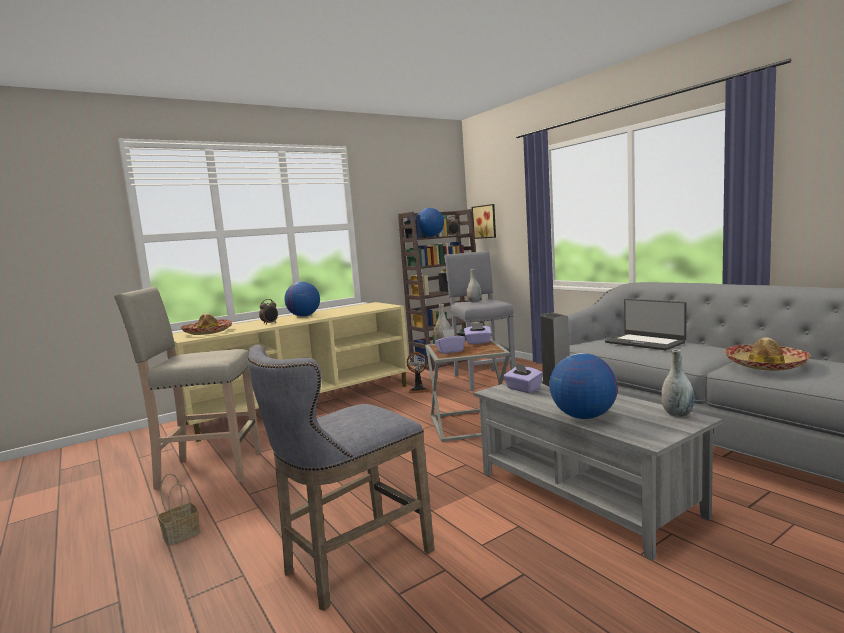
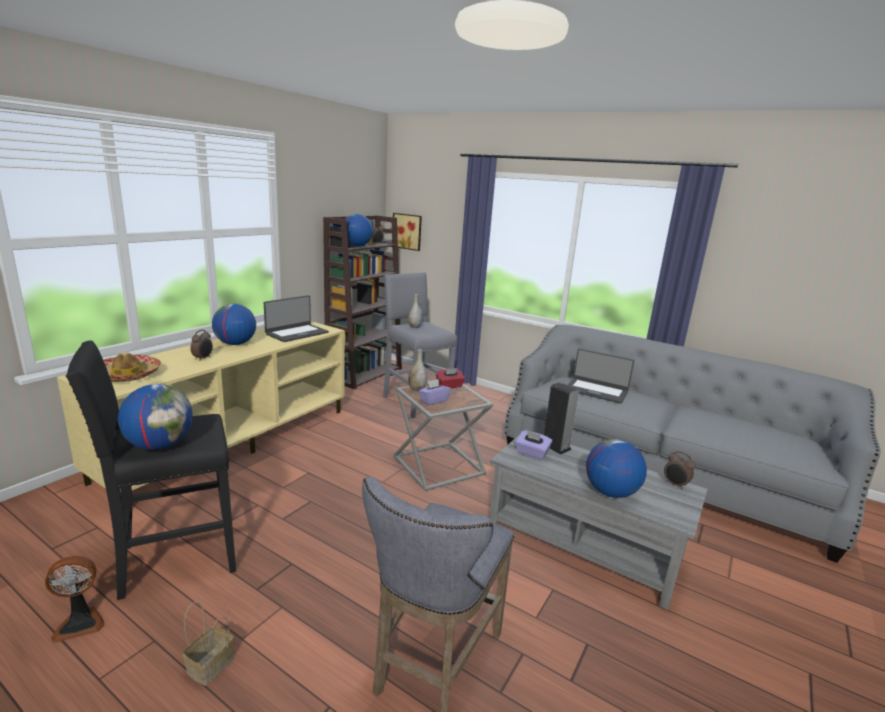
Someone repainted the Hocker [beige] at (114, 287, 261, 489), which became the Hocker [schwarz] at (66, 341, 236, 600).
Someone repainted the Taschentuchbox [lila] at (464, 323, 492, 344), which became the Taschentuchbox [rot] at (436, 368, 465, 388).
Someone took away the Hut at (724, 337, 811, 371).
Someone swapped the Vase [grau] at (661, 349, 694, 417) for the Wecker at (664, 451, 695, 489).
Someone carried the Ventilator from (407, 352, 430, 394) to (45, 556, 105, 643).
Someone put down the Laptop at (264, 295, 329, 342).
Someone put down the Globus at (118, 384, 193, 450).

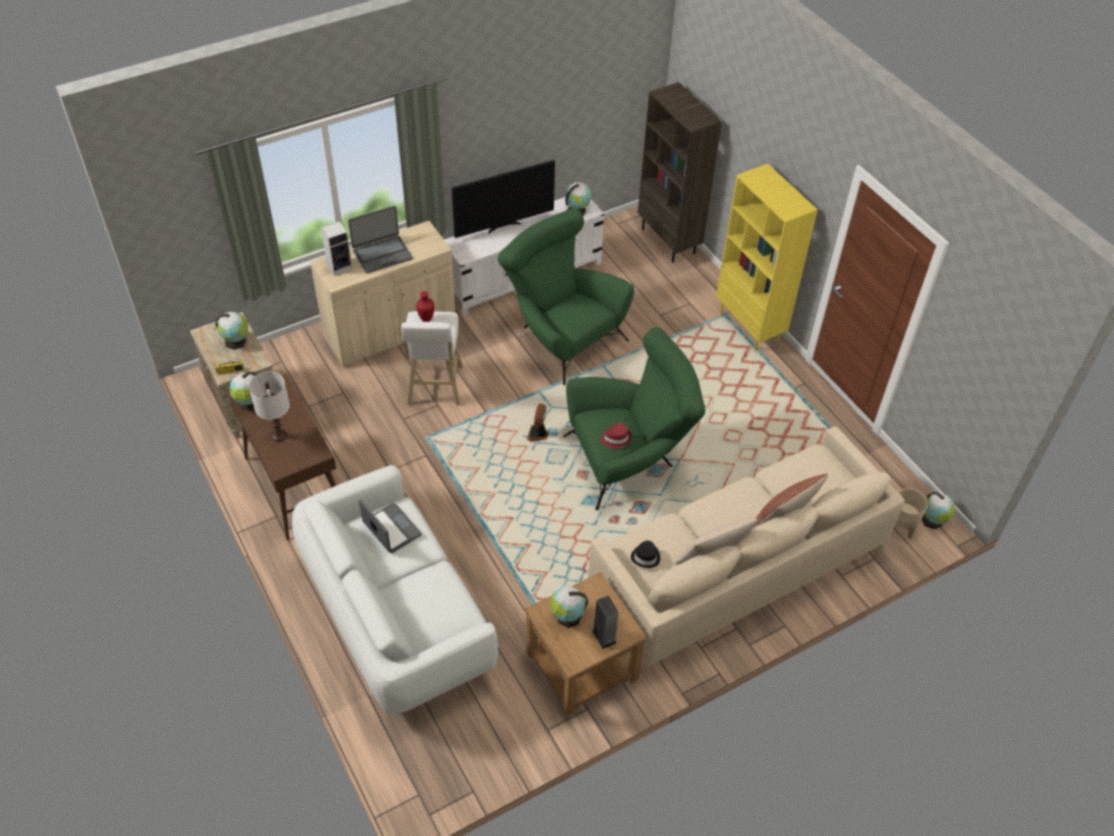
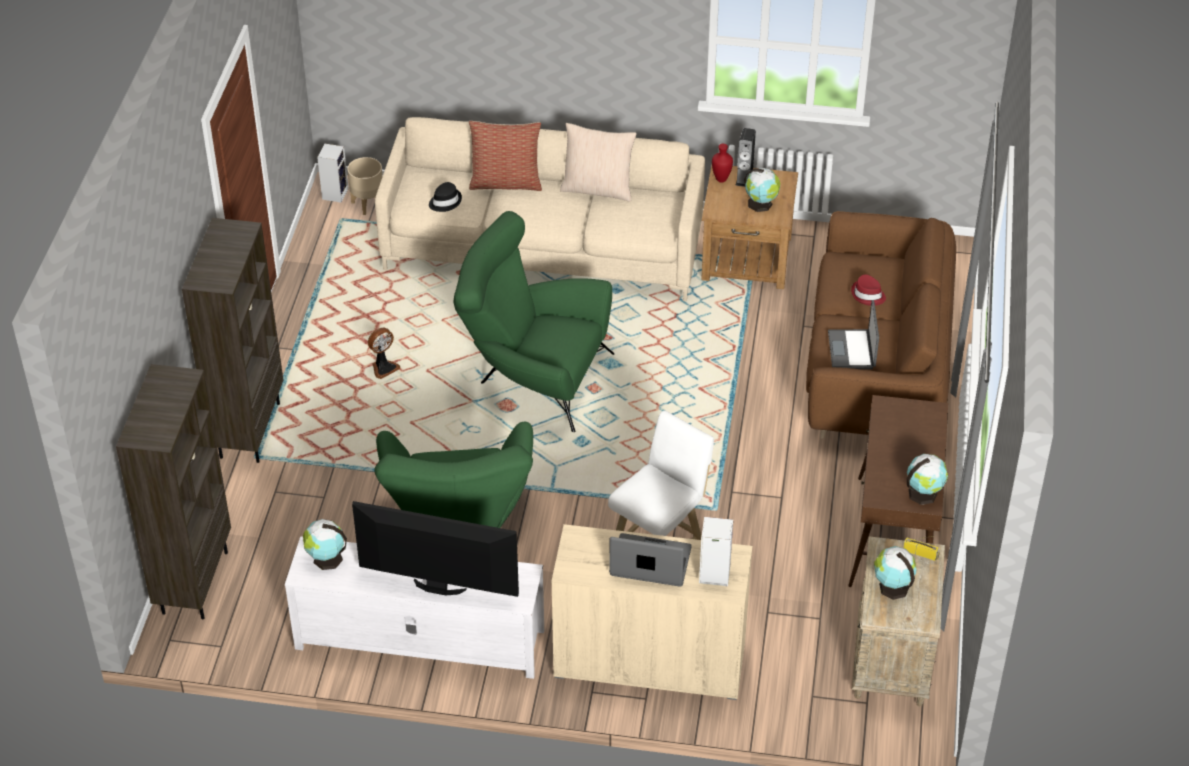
Someone repainted the Bücherregal [gelb] at (716, 164, 818, 350), which became the Bücherregal [braun] at (182, 218, 283, 463).
Someone carried the Vase [rot] from (416, 291, 434, 322) to (712, 144, 733, 183).
Someone took away the Tischlampe [weiß] at (249, 372, 290, 442).
Someone carried the Ventilator from (527, 404, 549, 442) to (368, 328, 400, 379).
Someone carried the Hut [rot] from (600, 423, 631, 449) to (851, 275, 886, 306).
Someone repainted the Sofa [weiß] at (292, 465, 498, 714), which became the Sofa [braun] at (806, 211, 956, 438).
Someone swapped the Globus at (922, 492, 955, 529) for the Lautsprecher at (317, 144, 349, 203).
Someone carried the Hut [schwarz] from (631, 541, 660, 568) to (429, 182, 462, 212).

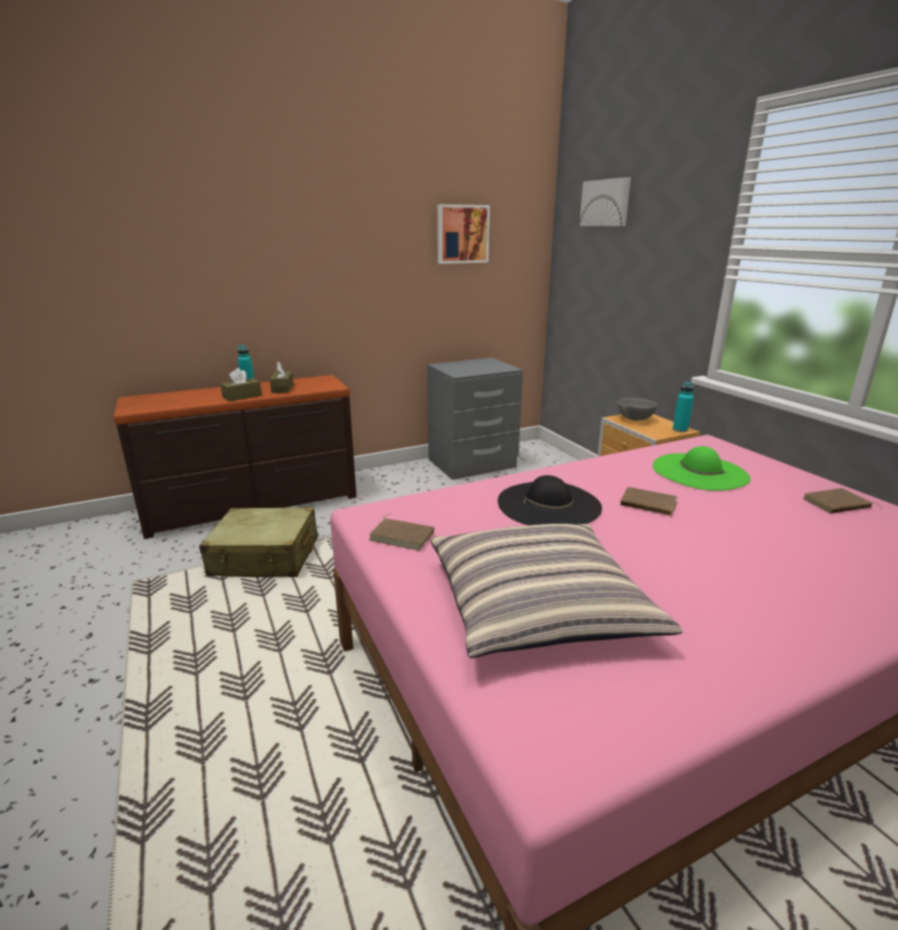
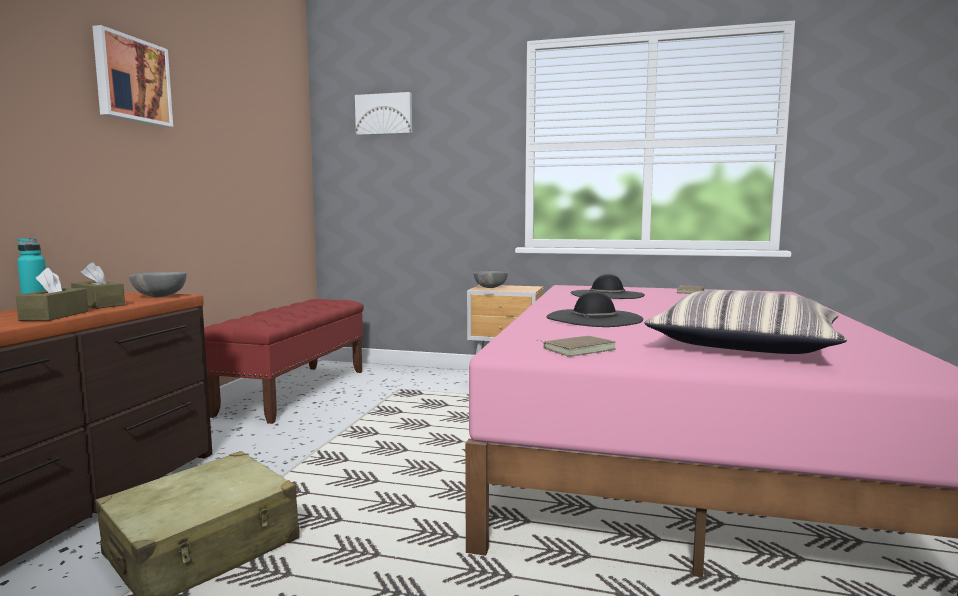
Someone carried the Bild from (437, 204, 490, 264) to (92, 25, 173, 127).
Someone swapped the Nachttisch [grau] at (427, 358, 523, 480) for the Bank [rot] at (204, 299, 364, 424).
Someone took away the Flasche [türkis] at (673, 382, 694, 432).
Someone repainted the Hut [grün] at (653, 446, 751, 491), which became the Hut [schwarz] at (570, 274, 645, 299).
Someone took away the Buch [braun] at (620, 487, 677, 517).
Someone put down the Schüssel [grau] at (129, 272, 186, 297).

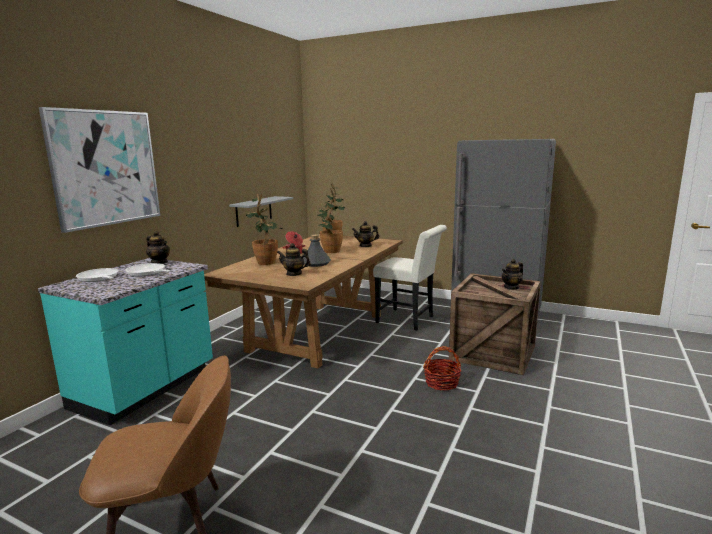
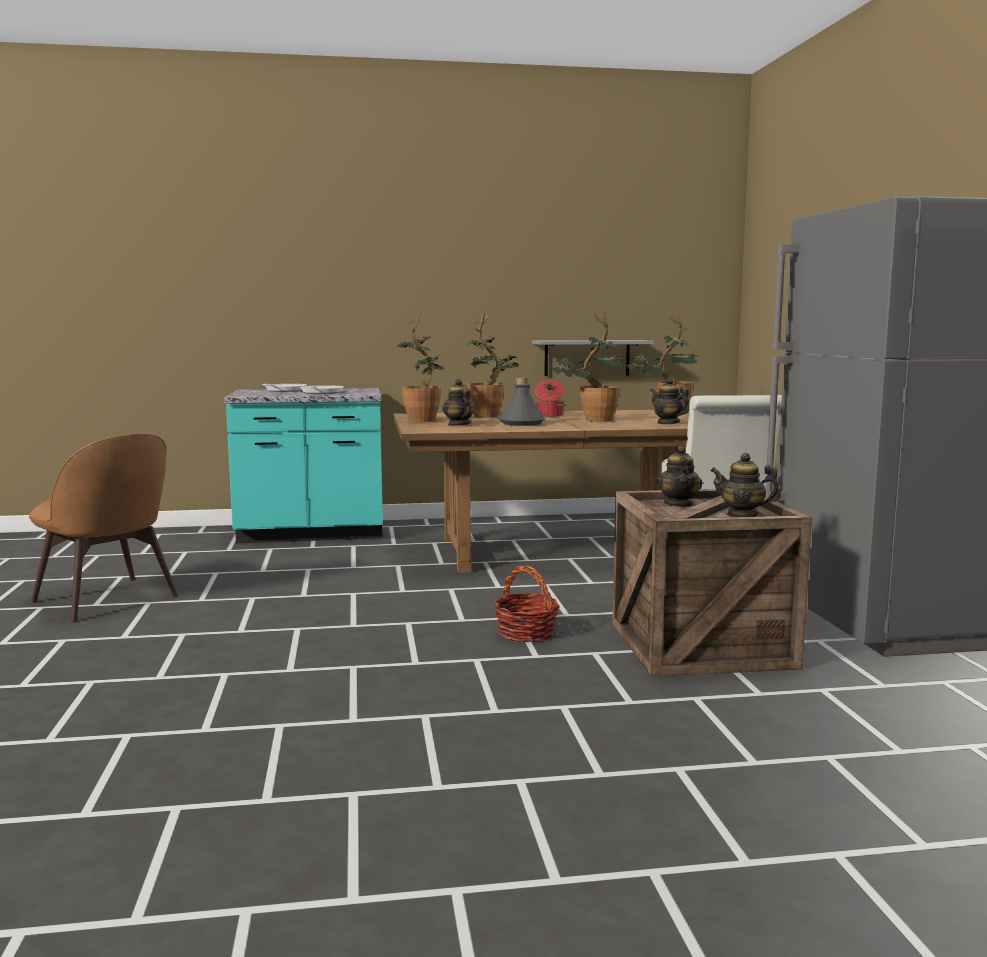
Someone took away the Bild at (39, 107, 160, 233).
Someone carried the Teekanne from (146, 231, 170, 264) to (657, 445, 702, 507).
Someone put down the Topfpflanze at (397, 313, 444, 422).

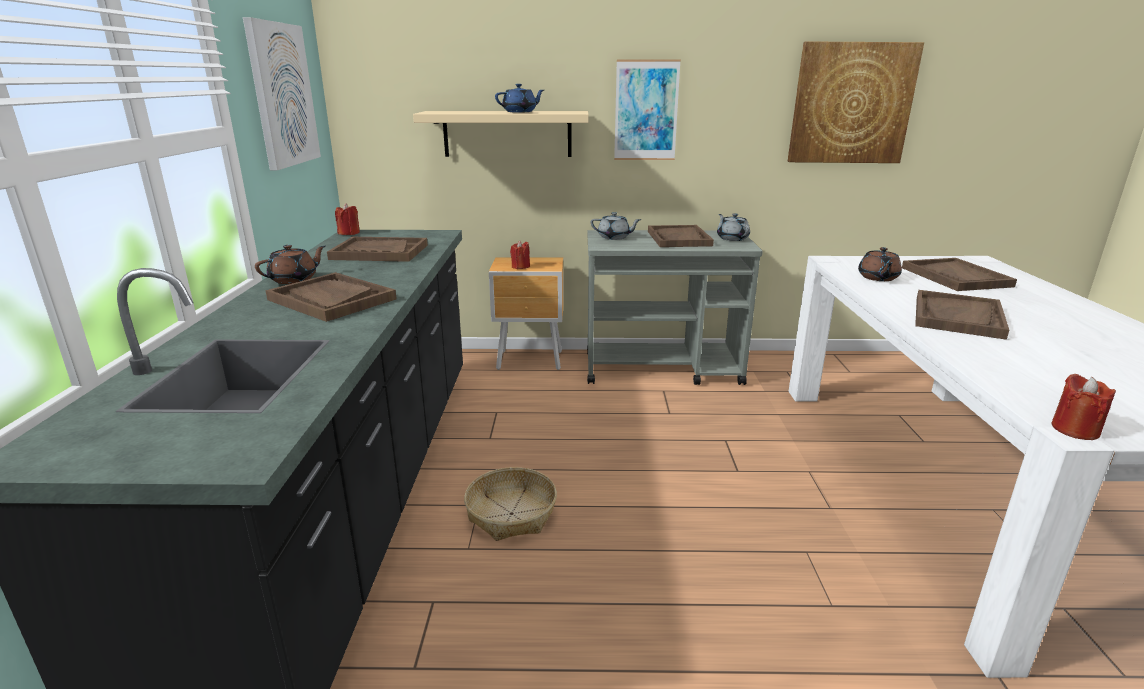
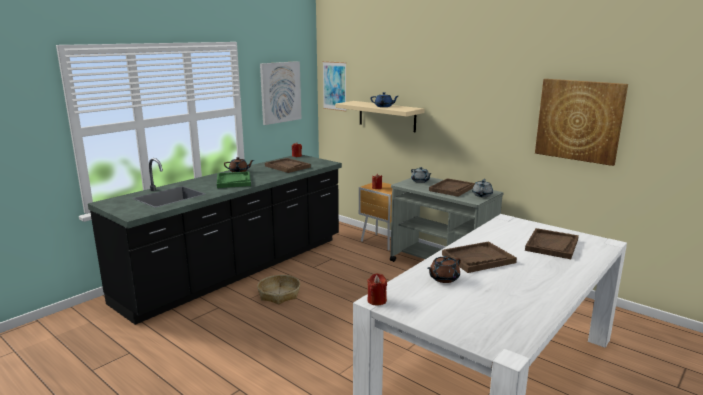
Someone carried the Bild from (614, 60, 681, 160) to (322, 61, 347, 111).
Someone carried the Teekanne [braun] from (858, 247, 902, 281) to (427, 256, 461, 283).
Someone repainted the Tablett [braun] at (266, 272, 397, 322), which became the Tablett [grün] at (217, 172, 251, 188).

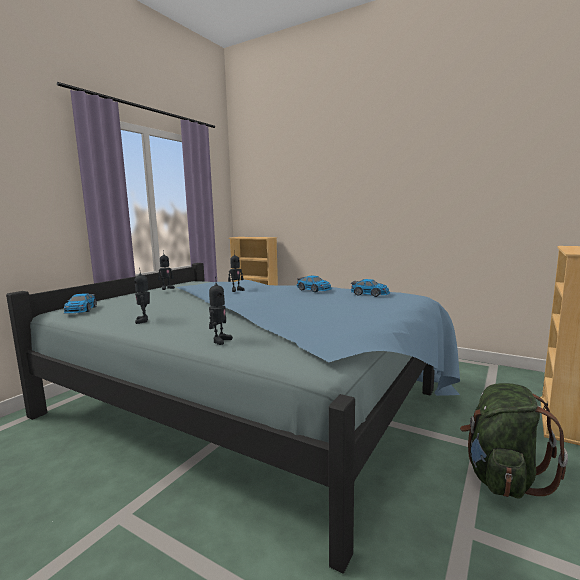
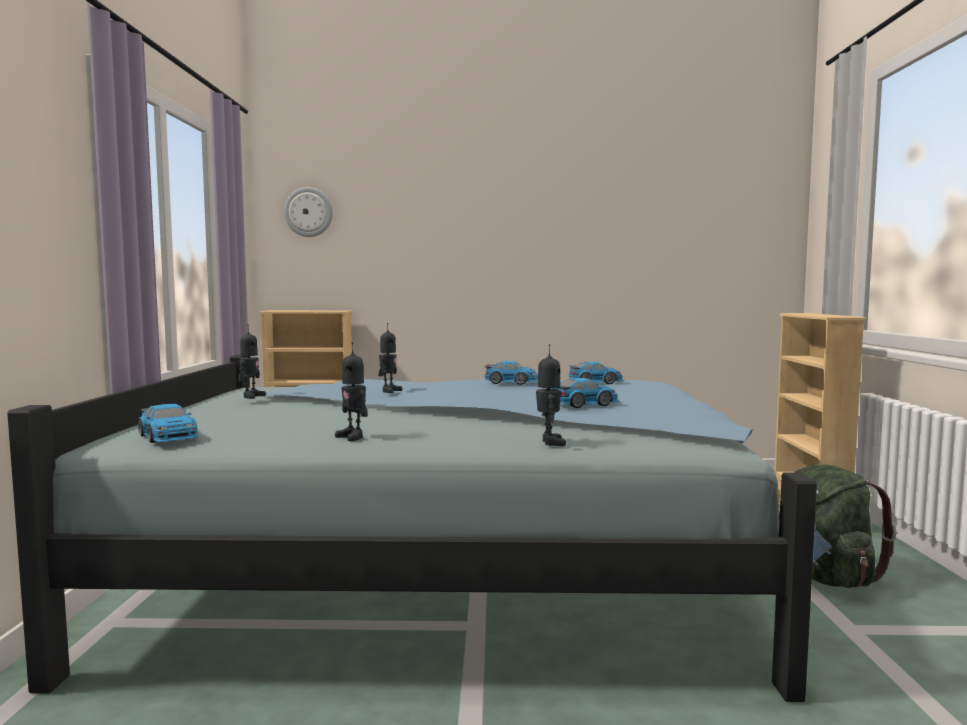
Someone put up the Wanduhr at (284, 187, 333, 237).
Someone put down the Spielzeugauto at (552, 378, 619, 408).

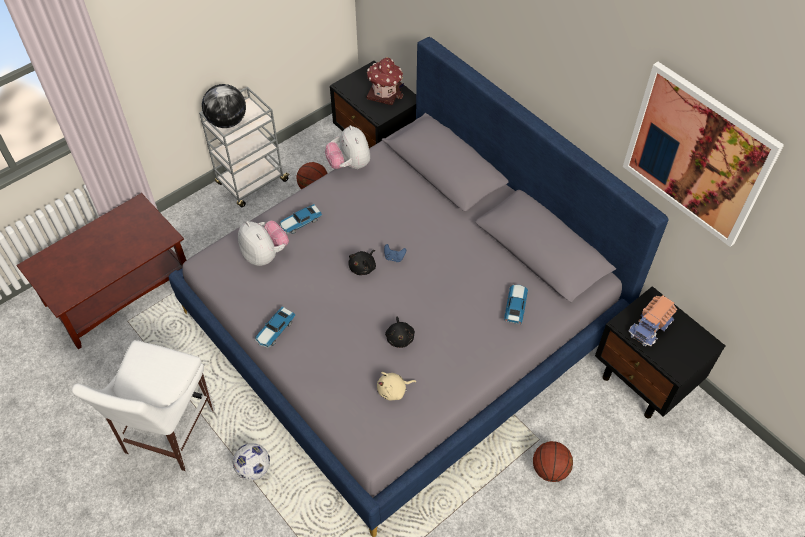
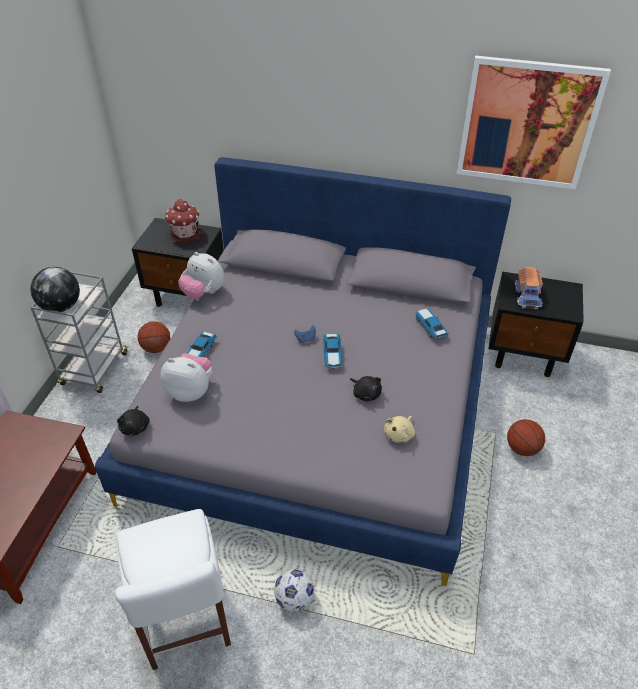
Someone carried the Plüschtier [schwarz] from (348, 250, 376, 275) to (117, 406, 150, 436).
Someone carried the Spielzeugauto from (255, 306, 295, 348) to (323, 334, 343, 369).

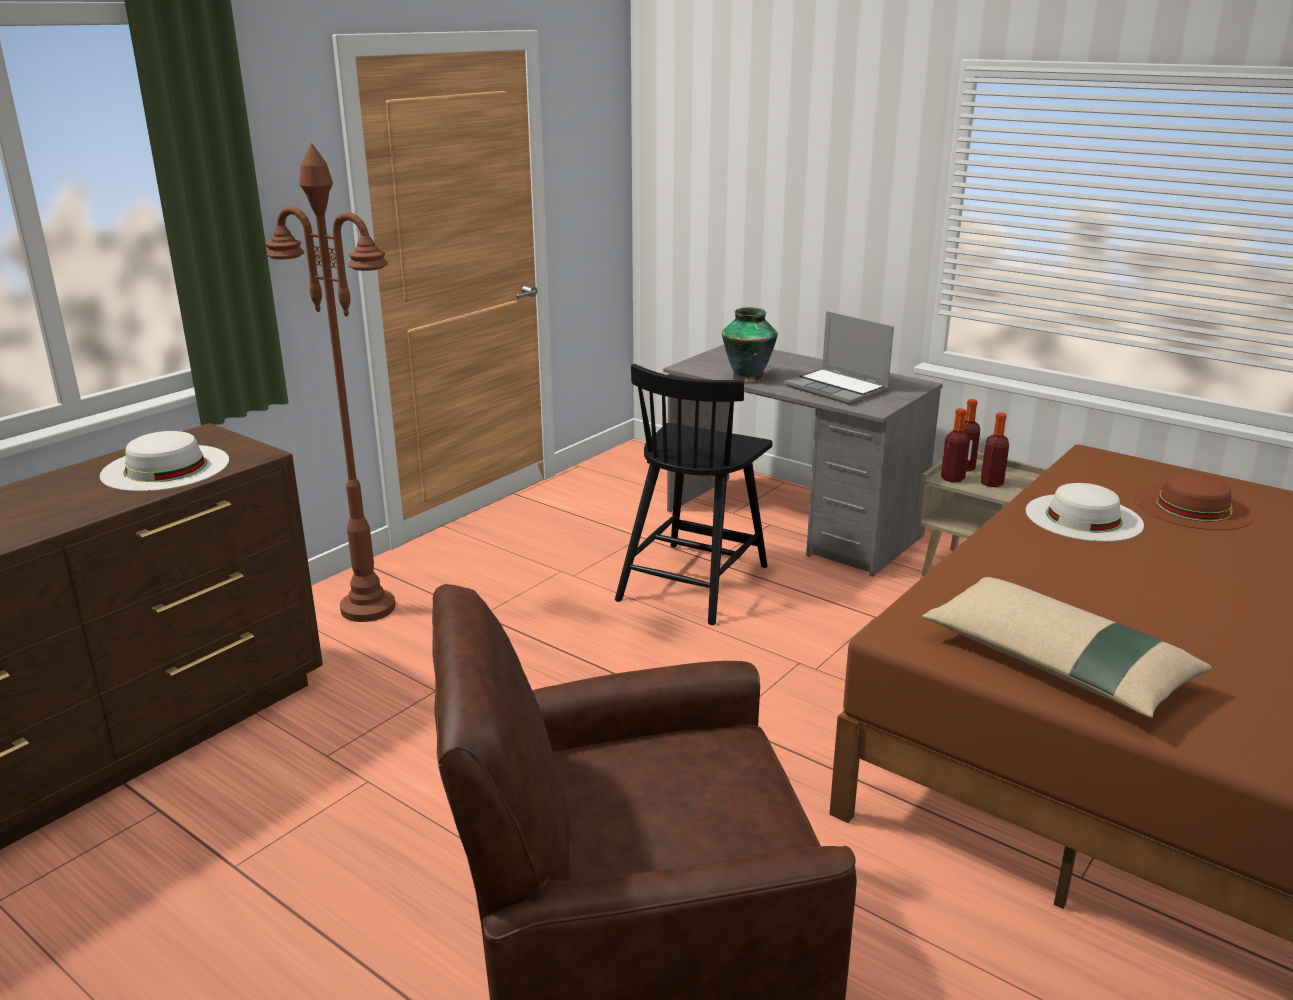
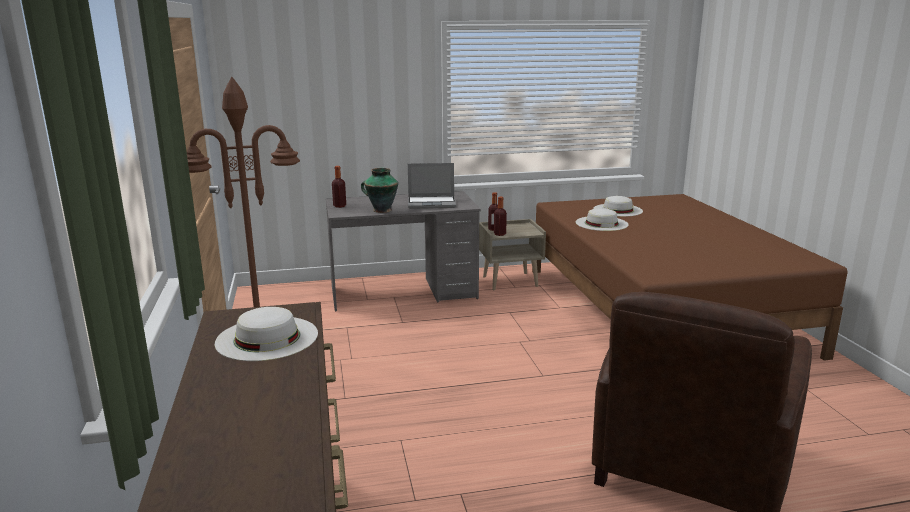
Someone took away the Stuhl [schwarz] at (615, 364, 773, 625).
Someone carried the Flasche from (981, 412, 1009, 487) to (332, 166, 346, 208).
Someone repainted the Hut [braun] at (1135, 473, 1255, 530), which became the Hut [weiß] at (593, 196, 643, 217).
Someone took away the Kissen [beige] at (922, 577, 1212, 718).

